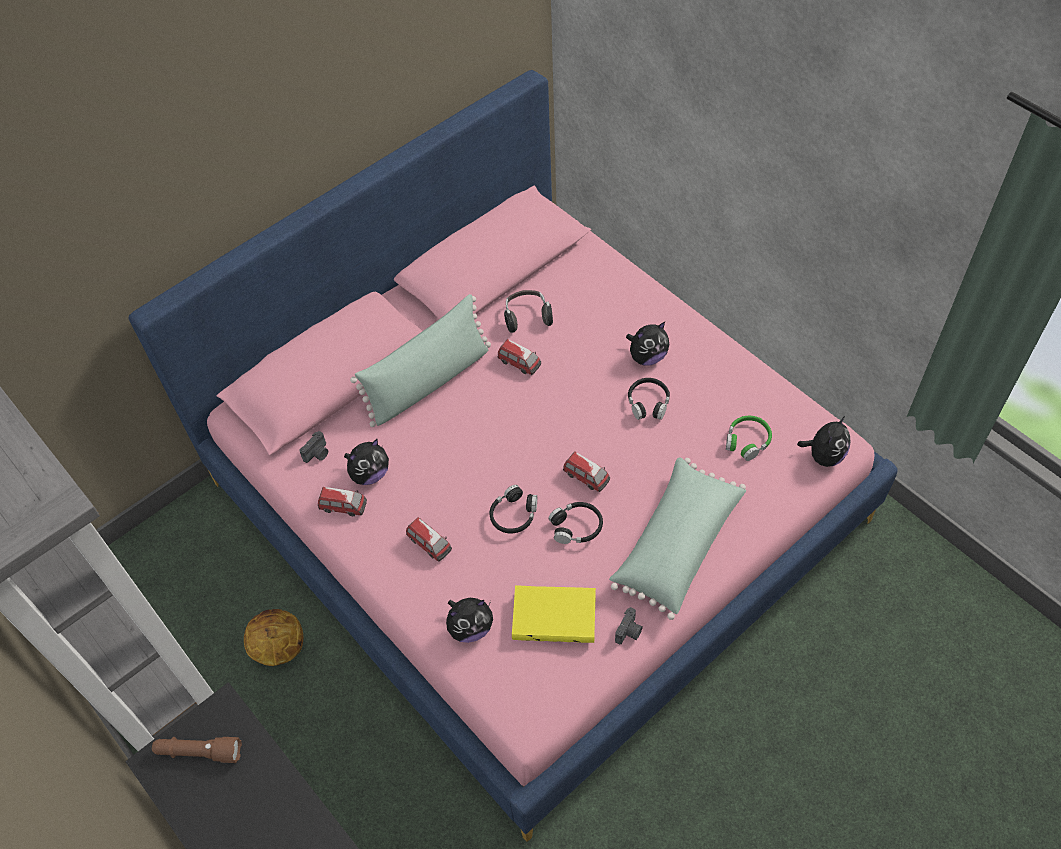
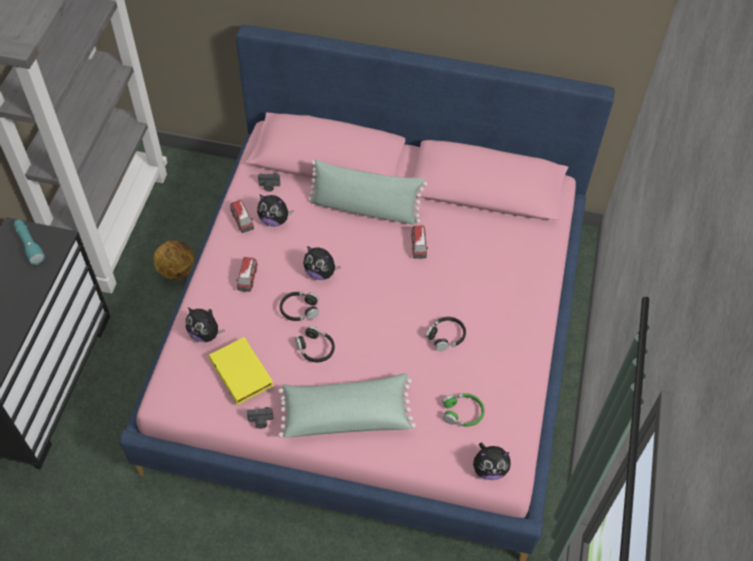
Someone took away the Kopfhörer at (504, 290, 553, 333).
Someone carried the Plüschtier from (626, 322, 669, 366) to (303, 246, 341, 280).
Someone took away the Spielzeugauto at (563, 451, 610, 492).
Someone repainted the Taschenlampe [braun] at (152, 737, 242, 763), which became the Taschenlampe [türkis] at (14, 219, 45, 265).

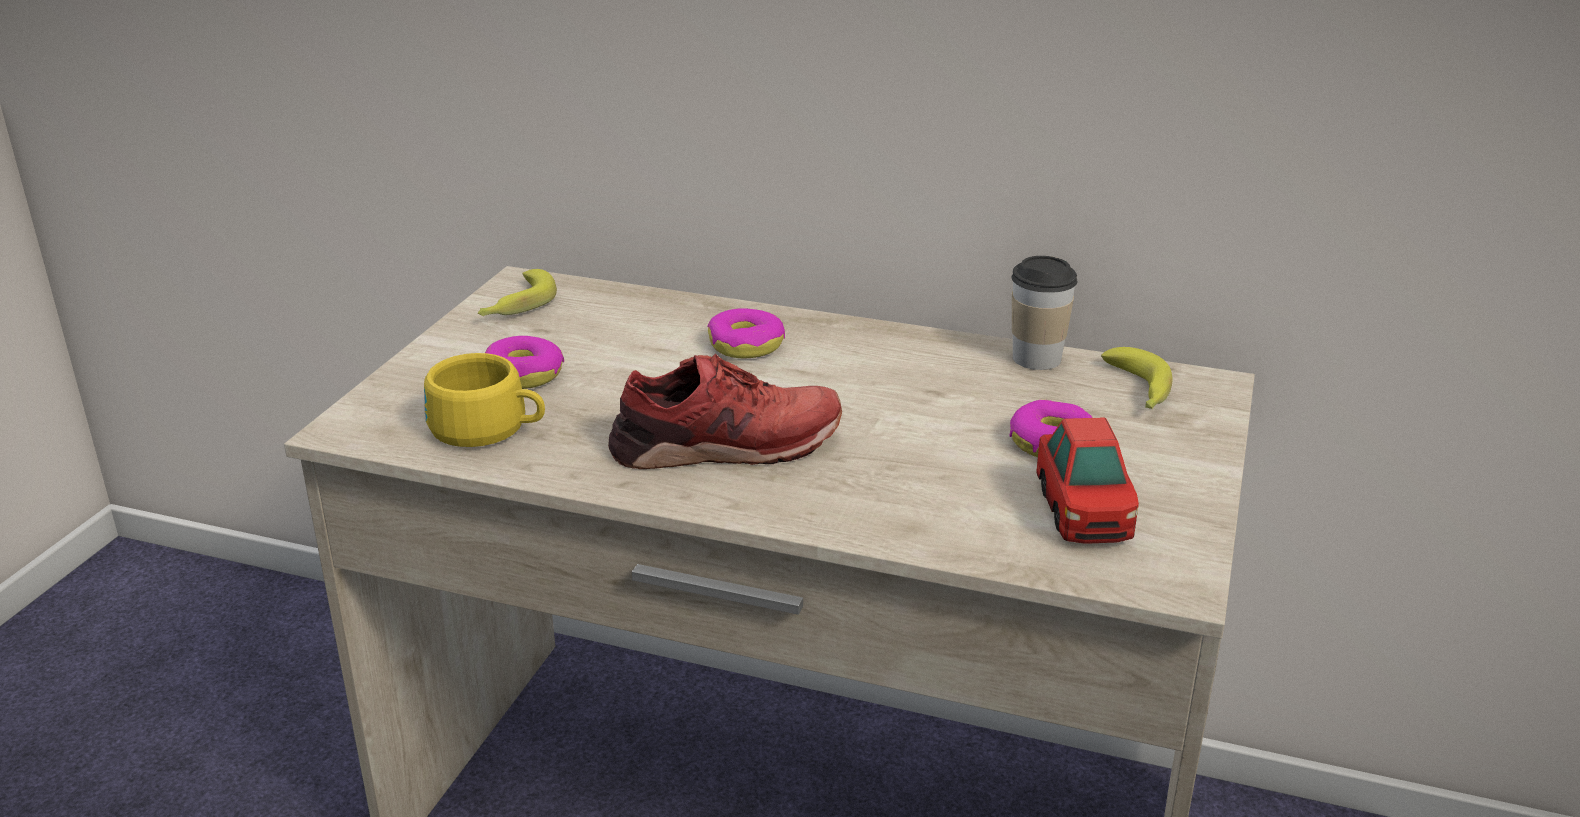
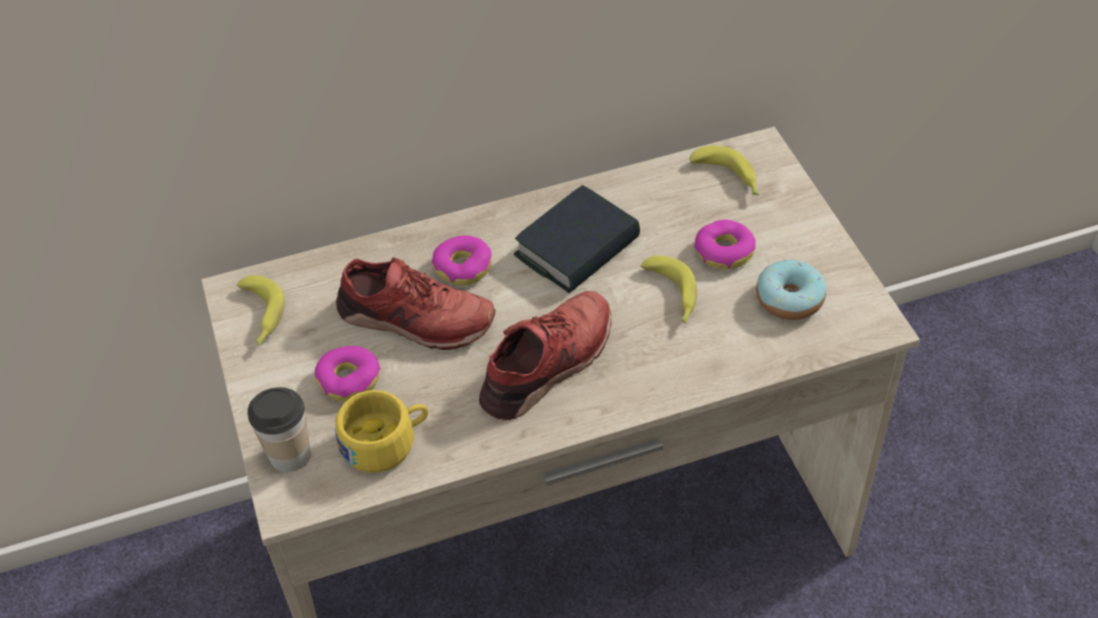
Someone carried the Tasse from (1012, 256, 1077, 370) to (247, 387, 311, 472).
Someone swapped the Spielzeugauto at (1036, 417, 1139, 544) for the Donut at (756, 260, 826, 320).
Someone put down the Buch at (514, 185, 640, 293).
Someone put down the Banane at (641, 255, 697, 324).
Someone put down the Schuh [rot] at (336, 257, 496, 350).

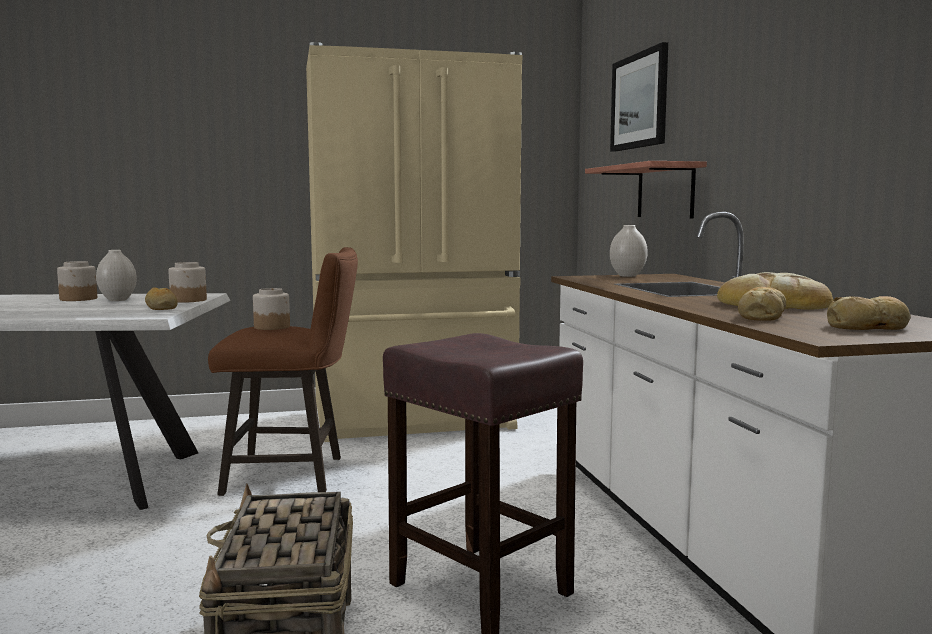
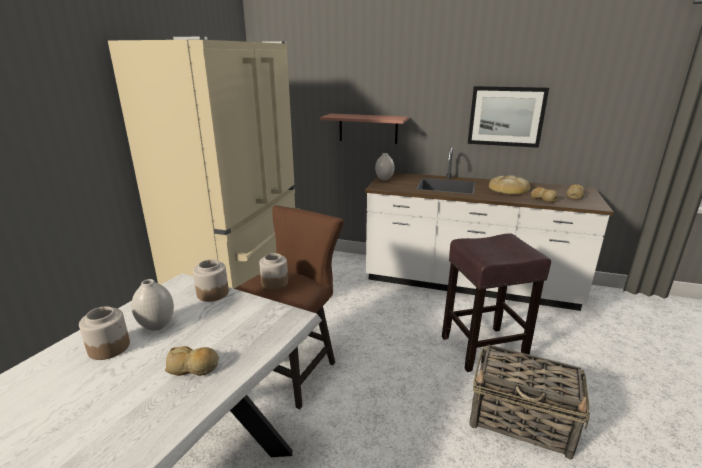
Someone carried the Bild from (610, 42, 668, 152) to (468, 86, 549, 148).
Someone carried the Brot from (145, 287, 178, 310) to (165, 346, 219, 376).

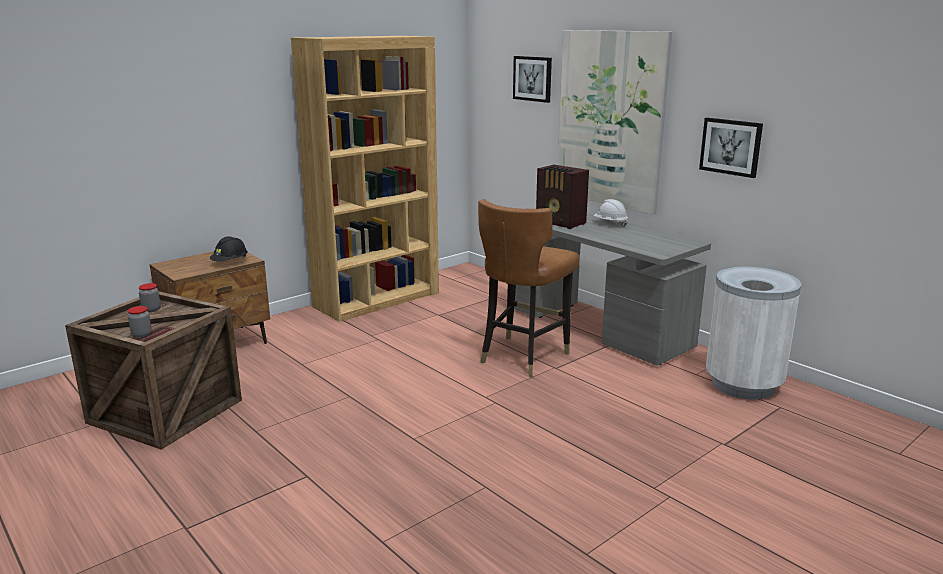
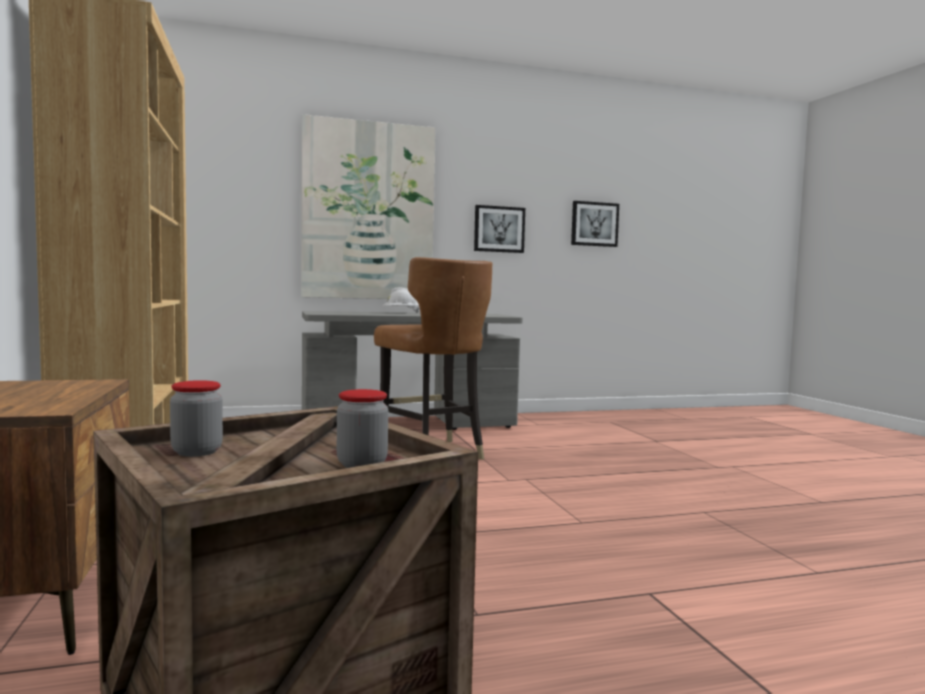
Someone carried the Bild from (513, 56, 552, 103) to (571, 201, 619, 247).
Someone took away the Radio at (536, 165, 589, 229).
Someone took away the Schutzhelm [schwarz] at (210, 236, 248, 261).
Someone took away the Mülleimer [weiß] at (706, 267, 801, 400).

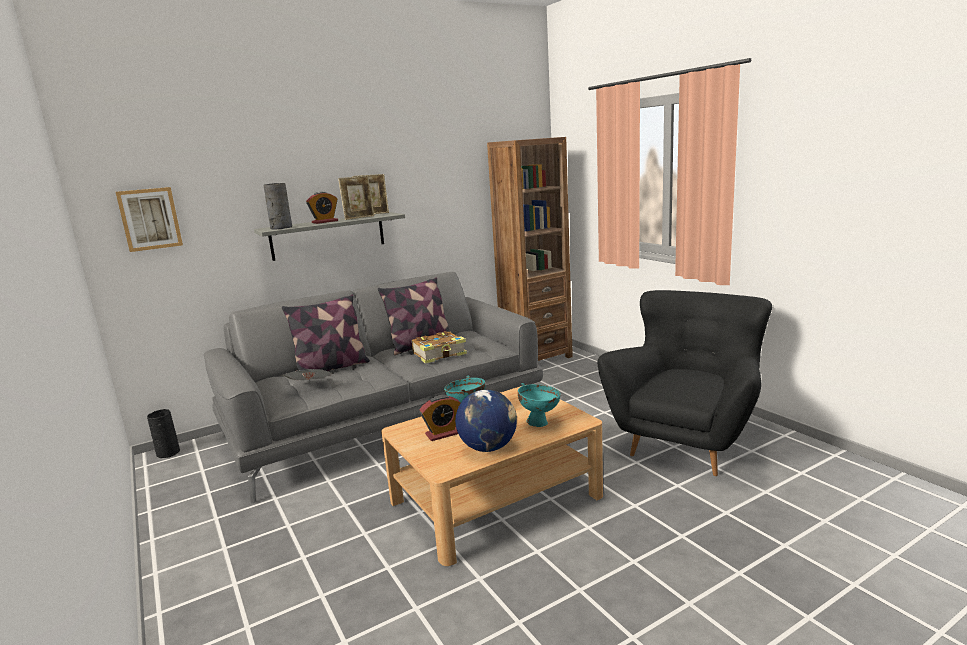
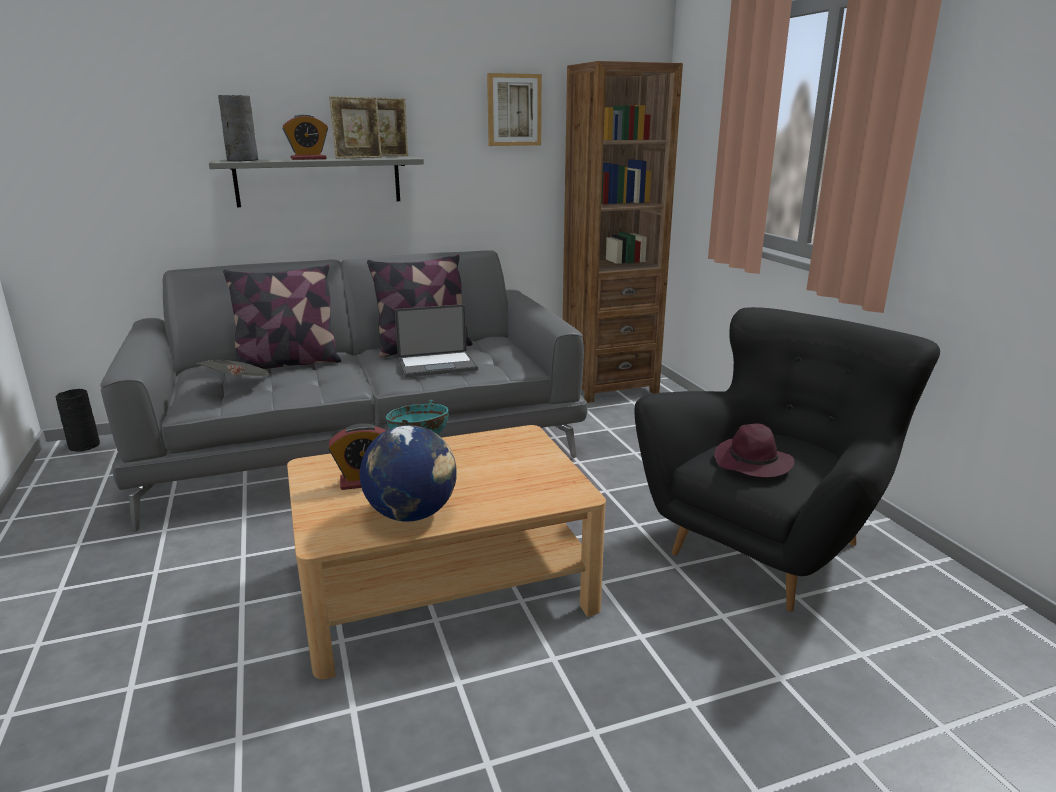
Someone carried the Bild from (116, 187, 183, 252) to (487, 73, 542, 146).
Someone swapped the Buch at (412, 331, 467, 364) for the Laptop at (395, 304, 478, 377).
Someone took away the Schüssel [türkis] at (518, 383, 561, 427).
Someone put down the Hut [lila] at (714, 424, 795, 477).

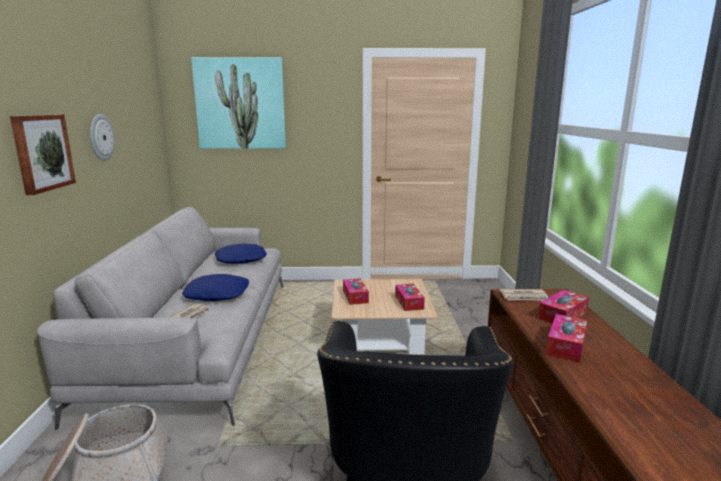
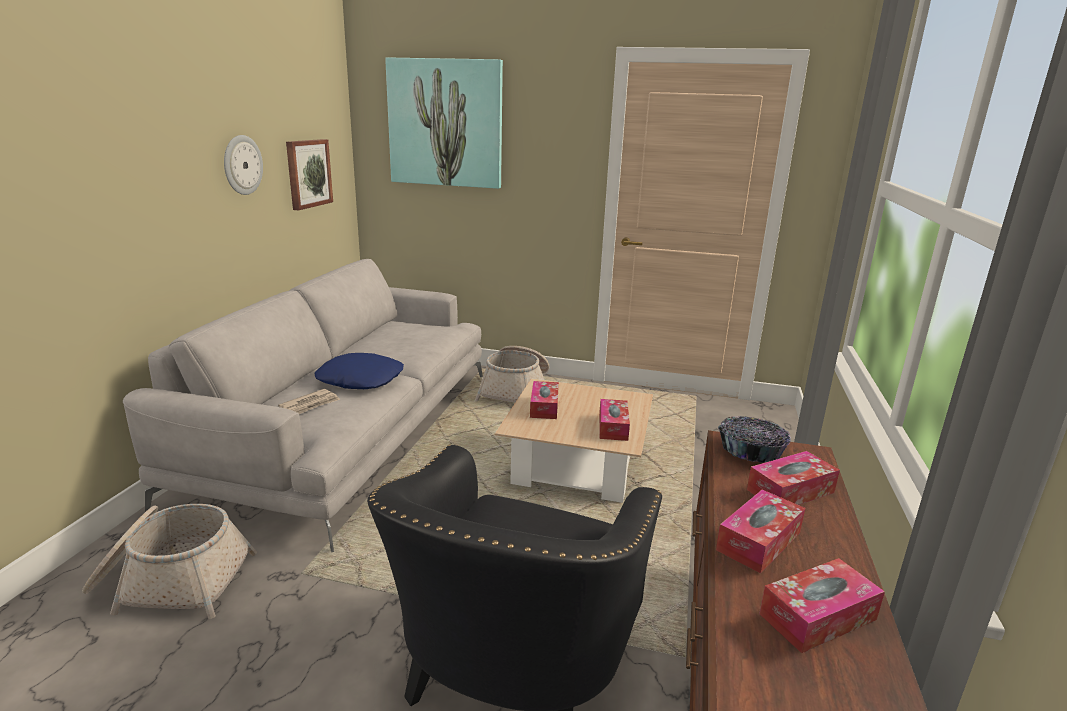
Someone carried the Bild from (10, 114, 76, 195) to (286, 139, 333, 210).
Someone took away the Kissen [blau] at (215, 244, 267, 264).
Someone swapped the Zeitung at (500, 289, 548, 301) for the Schüssel at (718, 416, 791, 463).
Someone put down the Korb at (475, 346, 549, 402).
Someone put down the Taschentuchbox at (759, 558, 885, 653).

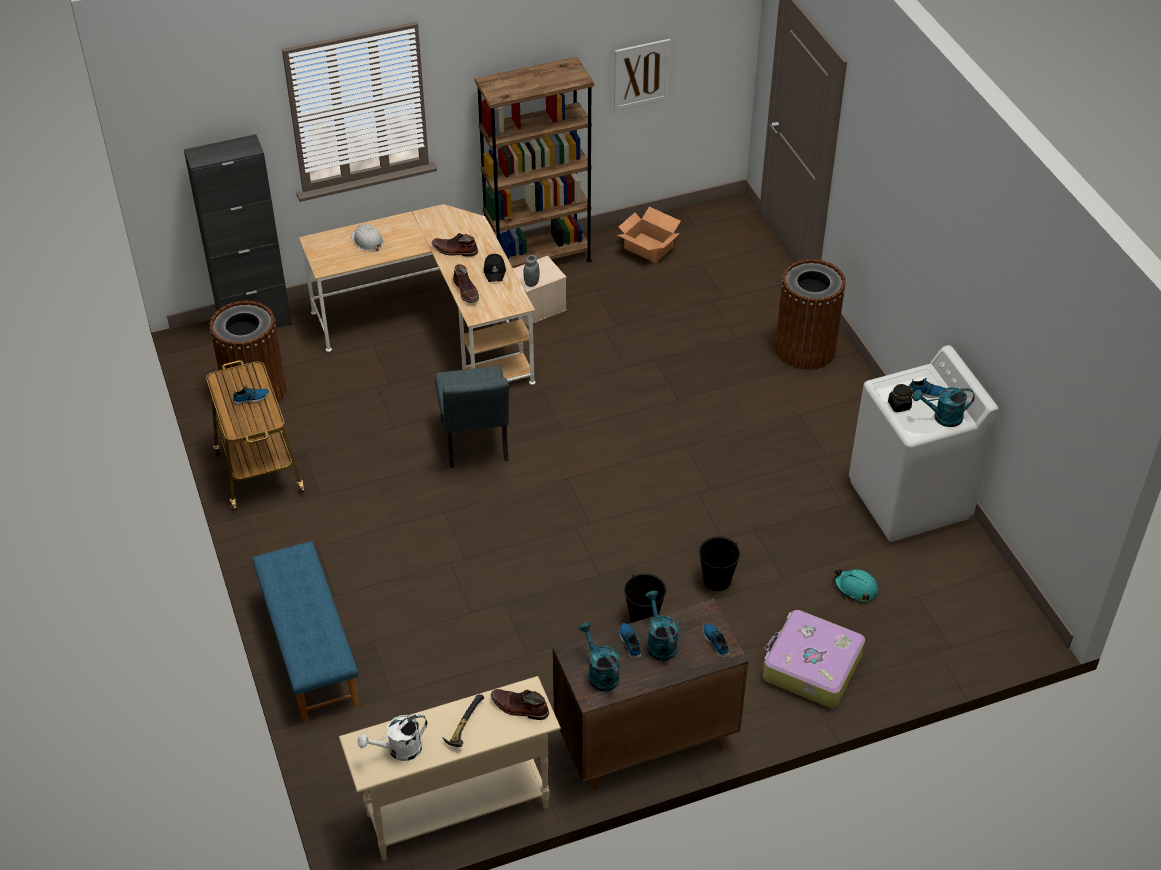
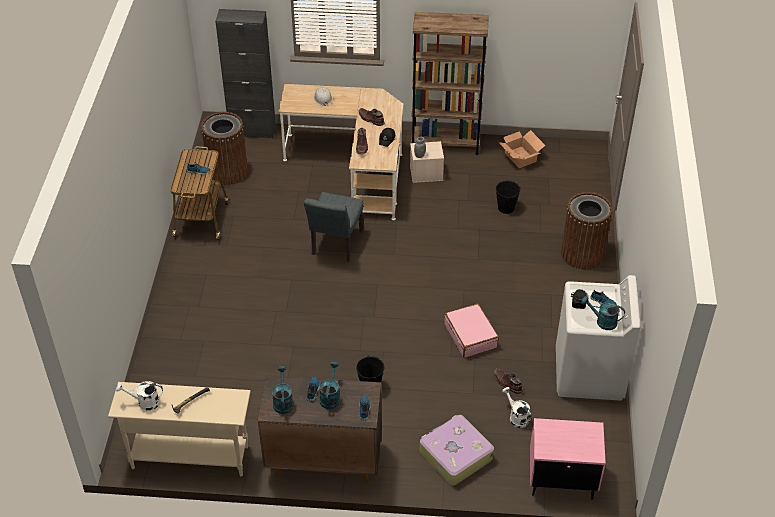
Someone took away the Bild at (614, 39, 671, 111).
Someone carried the Eimer [schwarz] from (699, 536, 740, 591) to (496, 180, 521, 214).
Someone took away the Bank [blau] at (252, 542, 359, 723).
Someone swapped the Schutzhelm [türkis] at (834, 569, 878, 601) for the Gießkanne [weiß] at (502, 387, 531, 428).
Someone carried the Stiefel [braun] from (491, 689, 549, 720) to (494, 369, 523, 394).
Someone put down the Koffer [rosa] at (444, 303, 499, 358).
Someone put down the Nachttisch [rosa] at (530, 418, 606, 500).

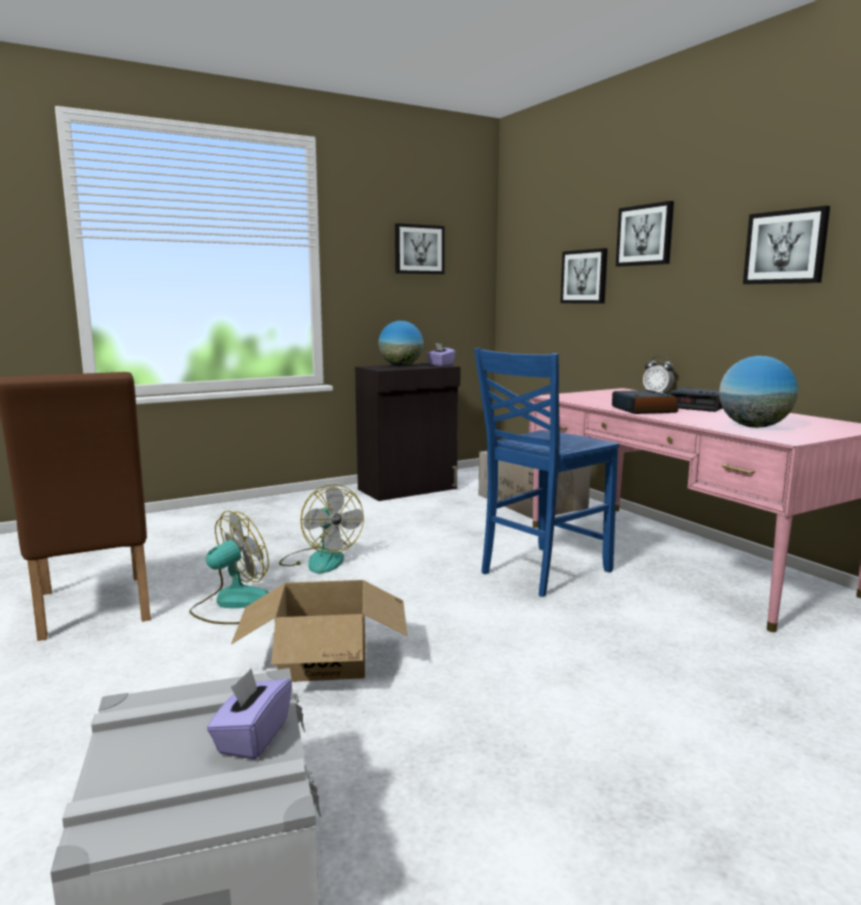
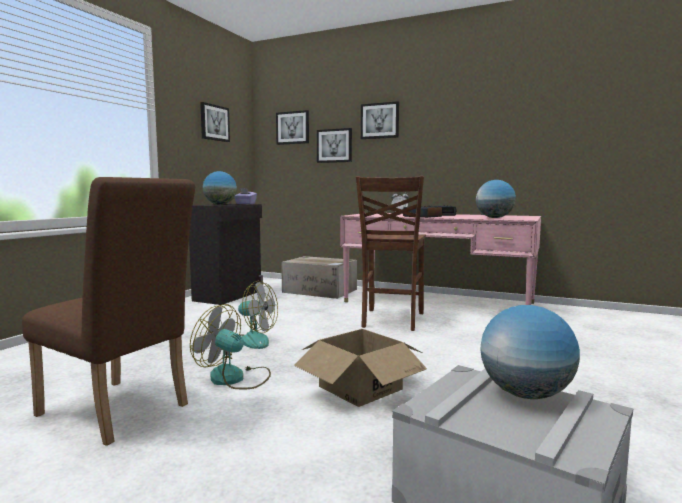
Someone carried the Bild from (743, 206, 830, 284) to (276, 110, 309, 145).
Someone repainted the Stuhl [blau] at (474, 348, 619, 597), which became the Stuhl [braun] at (356, 176, 426, 331).
Someone rotated the Ventilator at (189, 511, 269, 624) by 75 degrees counterclockwise.
Someone swapped the Taschentuchbox [lila] at (207, 669, 292, 760) for the Globus at (480, 305, 580, 399).

